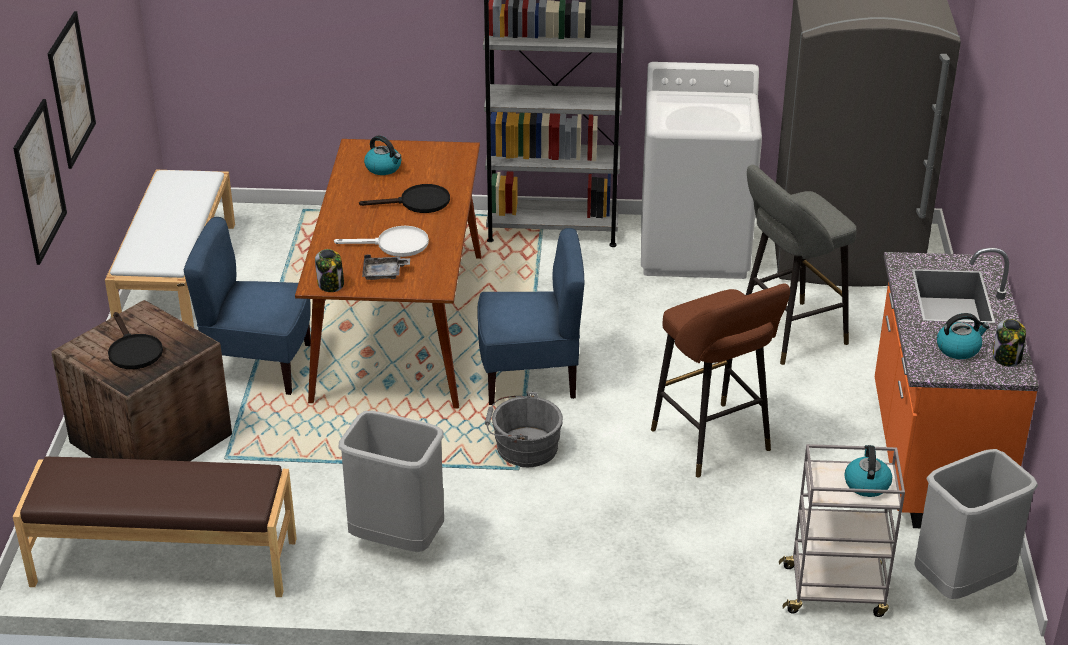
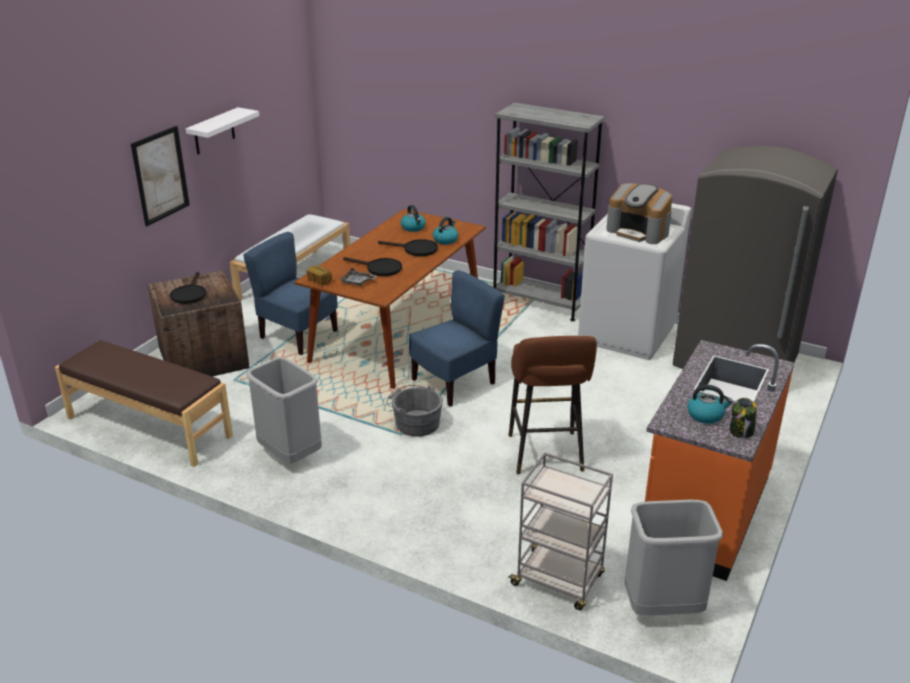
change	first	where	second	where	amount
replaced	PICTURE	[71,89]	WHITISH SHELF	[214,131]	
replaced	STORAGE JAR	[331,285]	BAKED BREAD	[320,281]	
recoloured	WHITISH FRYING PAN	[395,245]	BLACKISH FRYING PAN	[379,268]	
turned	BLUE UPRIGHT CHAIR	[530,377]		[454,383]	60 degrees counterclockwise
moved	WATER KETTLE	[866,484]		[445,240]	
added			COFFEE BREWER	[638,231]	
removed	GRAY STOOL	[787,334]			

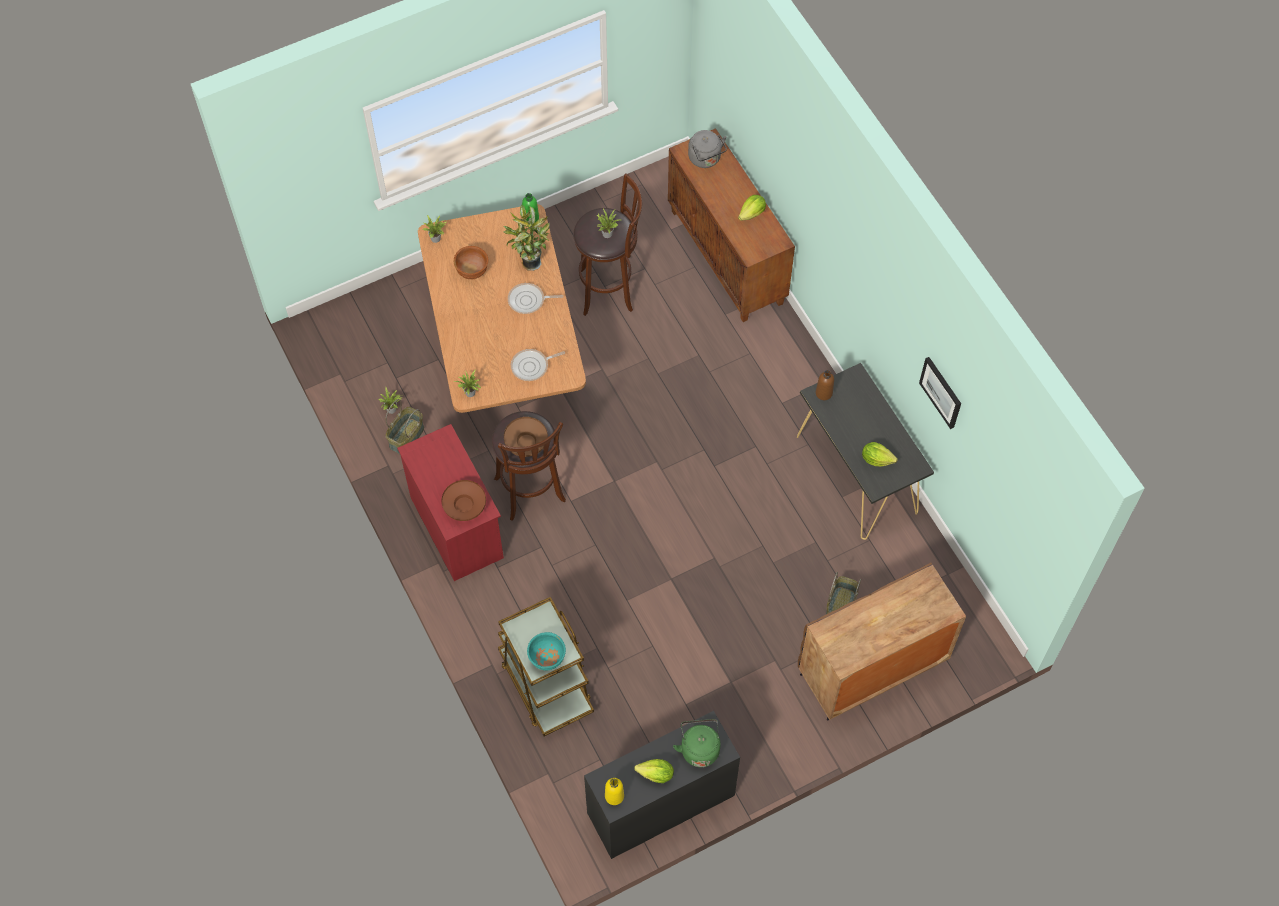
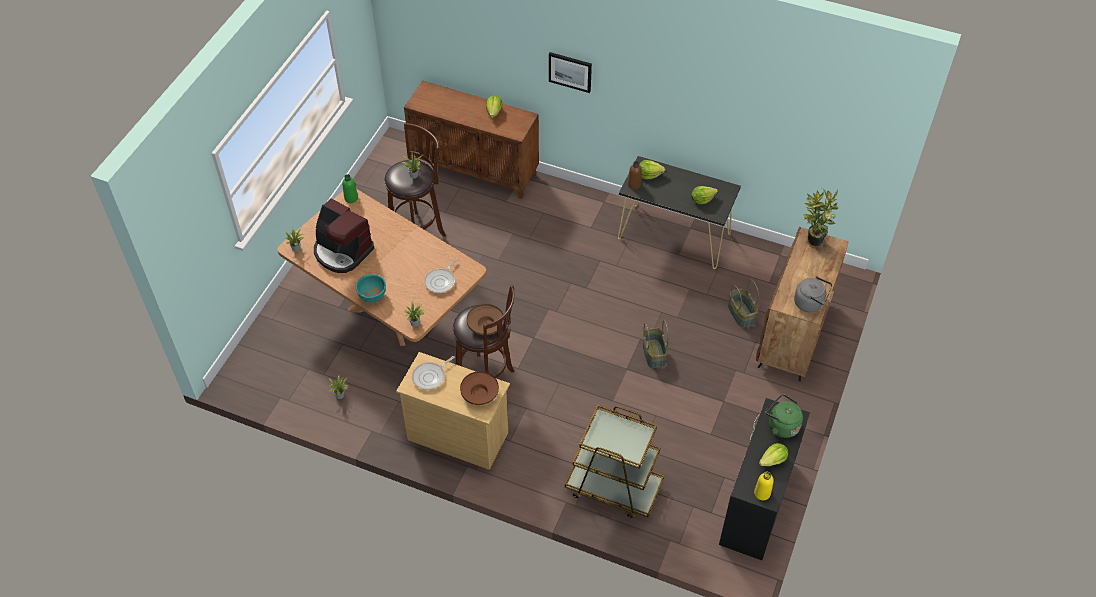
change	first	where	second	where	amount
replaced	BROWNISH BOWL	[472,271]	COFFEE BREWER	[342,252]	
moved	TURQUOISE BOWL	[546,658]		[372,296]	
recoloured	RED DRESSER	[456,527]	BEIGE-COLOURED DRESSER	[457,435]	
moved	FRYING PAN	[528,301]		[430,377]	
moved	PICTURE	[941,392]		[570,71]	
added			LETTUCE HEAD	[649,174]	
moved	STORAGE BASKET	[407,437]		[654,354]	
moved	GRAY WATER KETTLE	[706,159]		[810,303]	
moved	HOUSEPLANT	[529,262]		[812,242]	

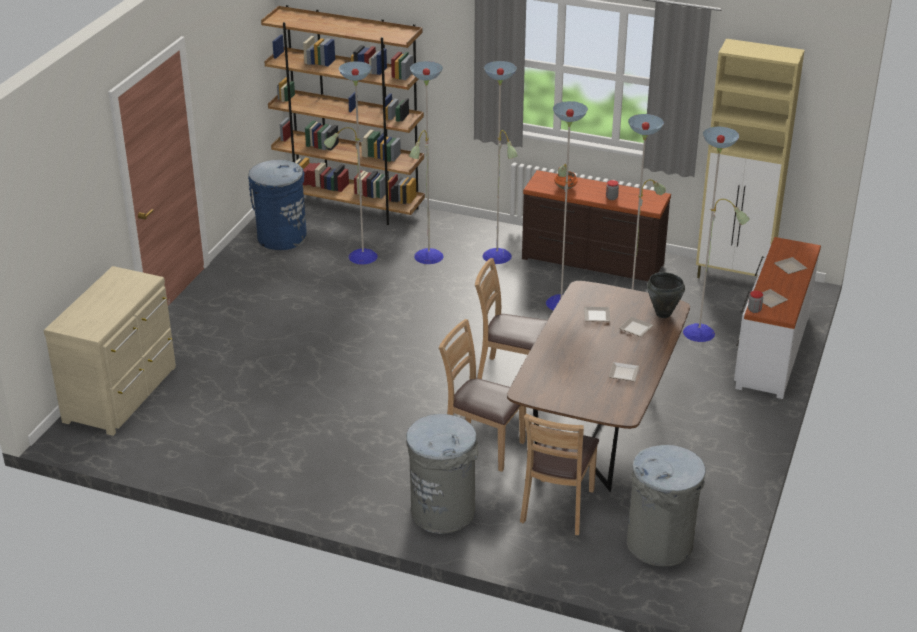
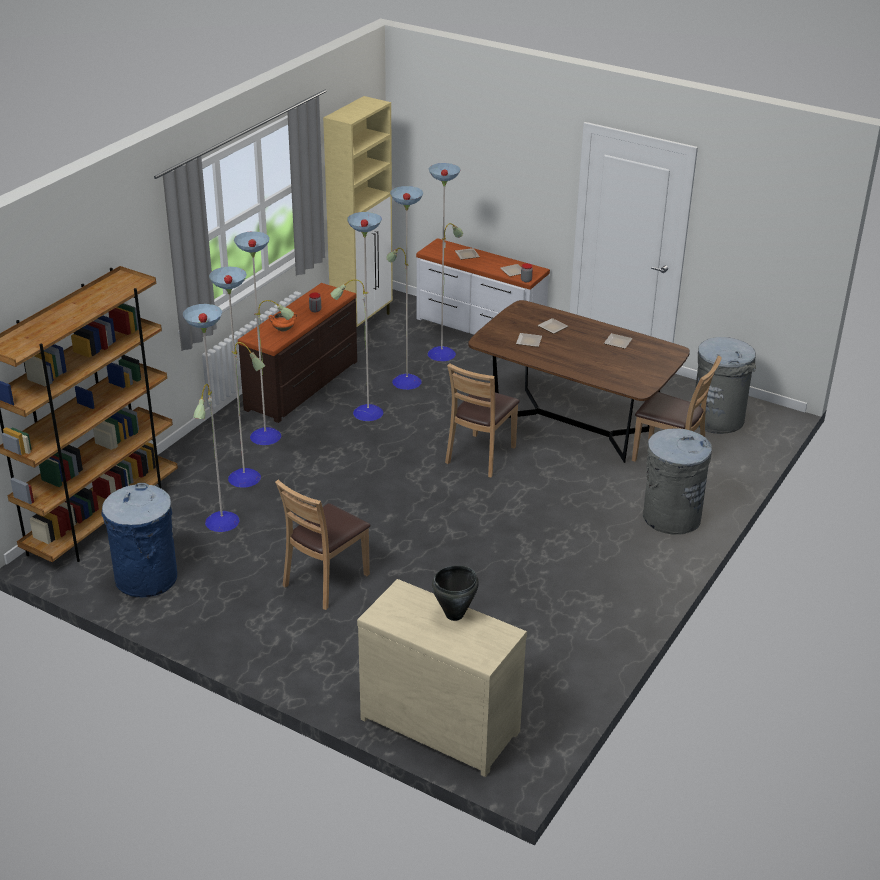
change	first	where	second	where	amount
moved	BROWNISH UPRIGHT CHAIR	[482,446]		[326,581]	
moved	BLACKISH SAUCEPOT	[663,314]		[455,615]	

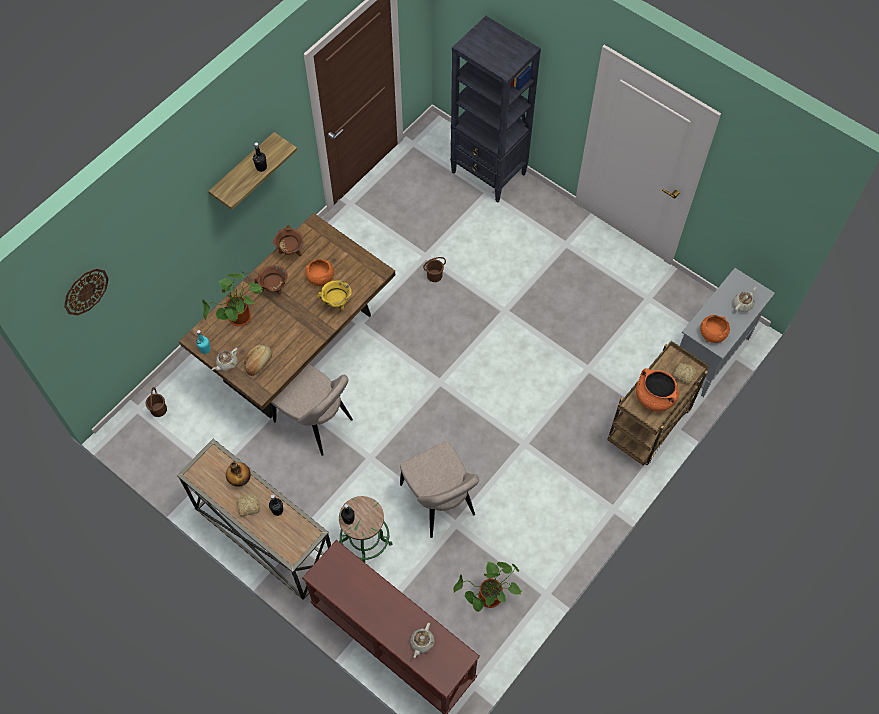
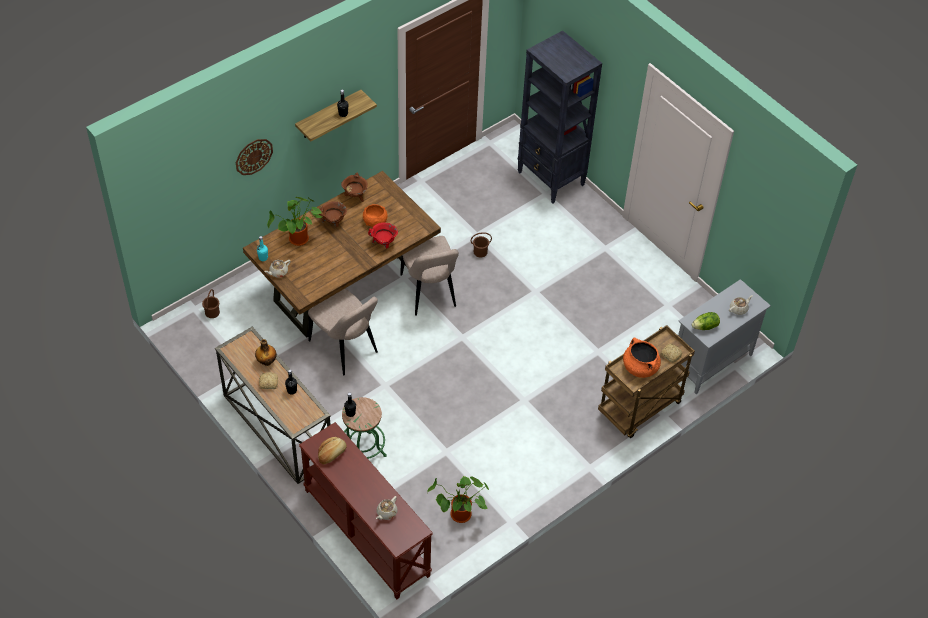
change	first	where	second	where	amount
moved	CLOCK ON THE WALL	[85,291]		[253,156]	
moved	BAKED BREAD	[259,363]		[332,454]	
recoloured	YELLOWISH SAUCEPOT	[337,303]	RED SAUCEPOT	[384,243]	
moved	BEIGE-COLOURED UPRIGHT CHAIR	[439,503]		[429,293]	
replaced	ORANGEY BOWL	[712,333]	LETTUCE HEAD	[705,327]	

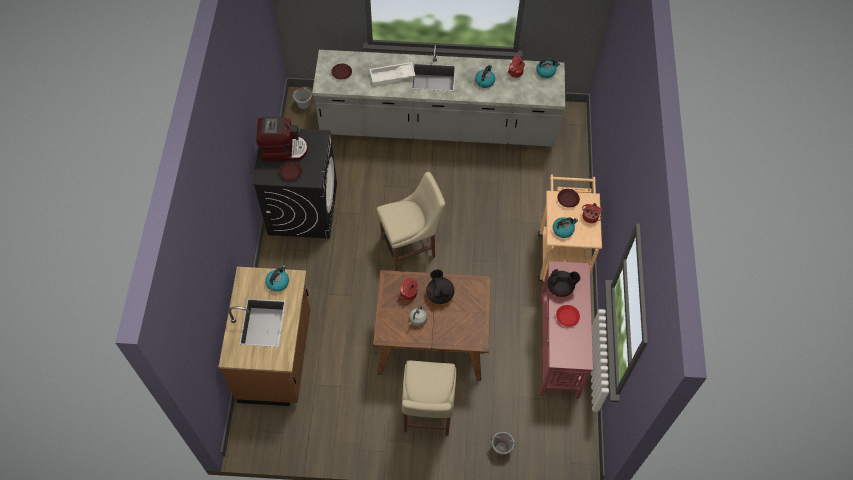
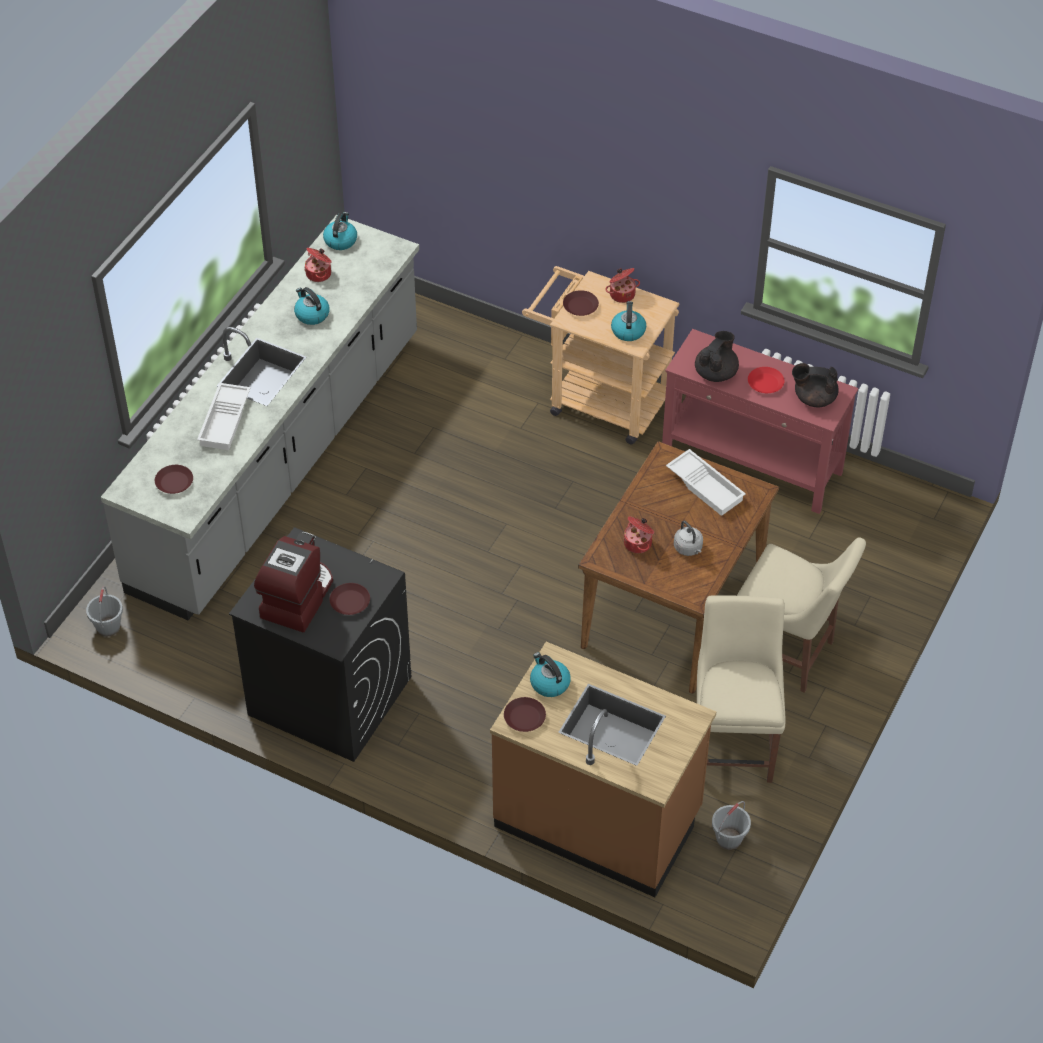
change	first	where	second	where	amount
added			BROWNISH PLATE	[524,717]	
added			WHITISH SERVING TRAY	[706,486]	
moved	BEIGE-COLOURED UPRIGHT CHAIR	[411,247]		[733,743]	
moved	GRAY PAIL	[501,448]		[729,839]	
moved	BLACKISH TEA POT	[439,294]		[814,398]	

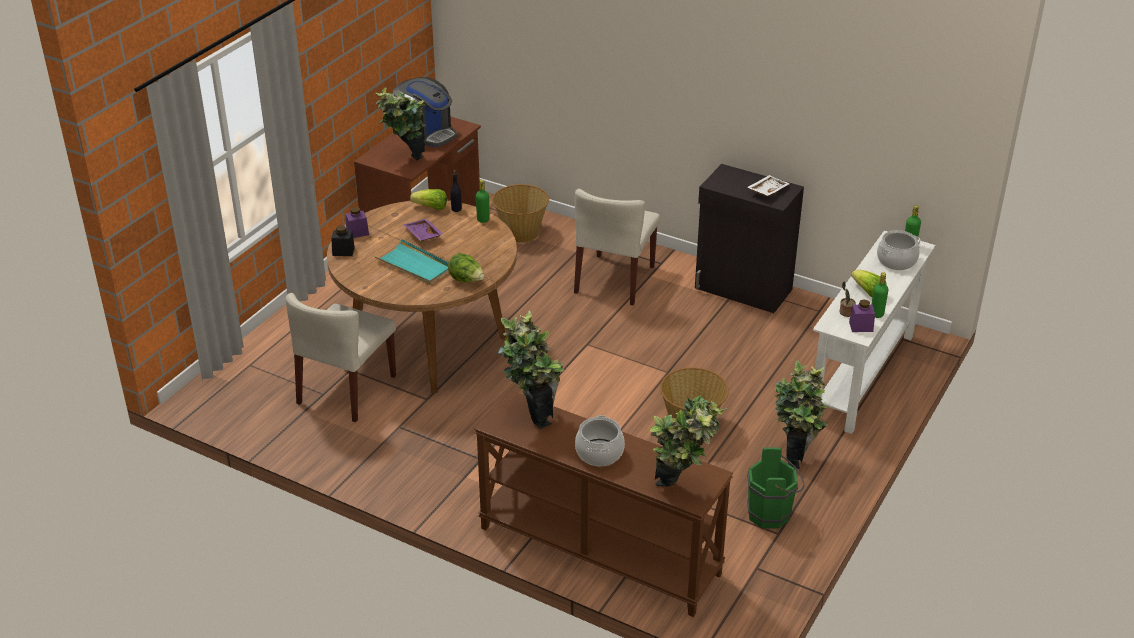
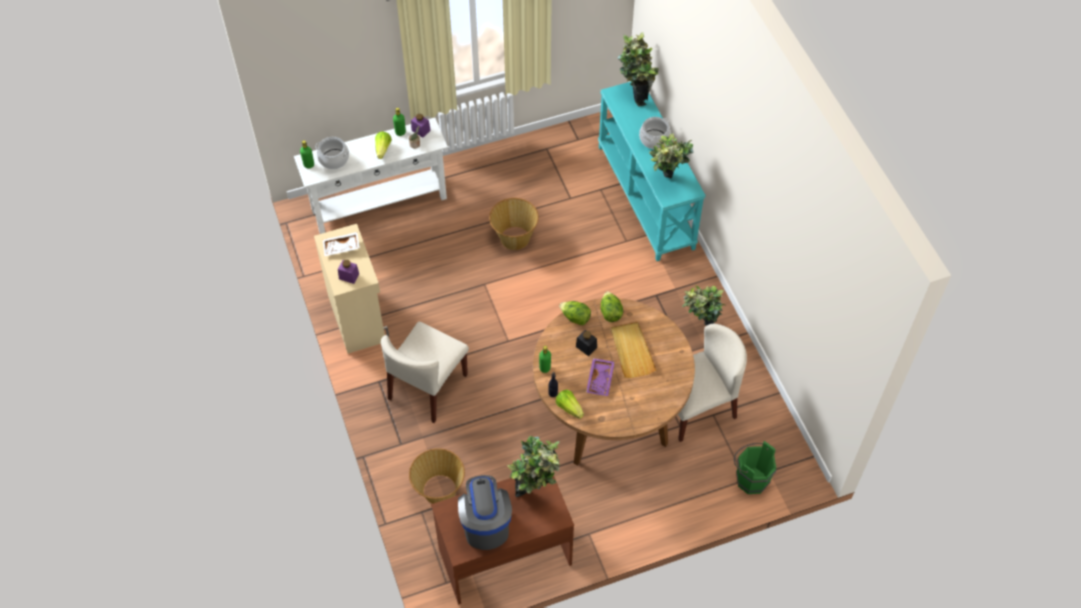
change	first	where	second	where	amount
recoloured	BLACKISH CABINET	[743,289]	BEIGE-COLOURED CABINET	[357,317]	
moved	PURPLISH STORAGE JAR	[357,232]		[349,276]	
turned	BEIGE-COLOURED UPRIGHT CHAIR	[615,280]		[428,387]	150 degrees clockwise
added			LETTUCE HEAD	[575,318]	
moved	BLACKISH STORAGE JAR	[343,251]		[586,347]	
recoloured	BROWNISH HALL TABLE	[597,551]	TURQUOISE HALL TABLE	[646,197]	
recoloured	TURQUOISE SERVING TRAY	[415,265]	BEIGE-COLOURED SERVING TRAY	[631,351]	
moved	HOUSEPLANT	[796,454]		[699,329]	
moved	GREEN-COLOURED PAIL	[772,514]		[749,478]	

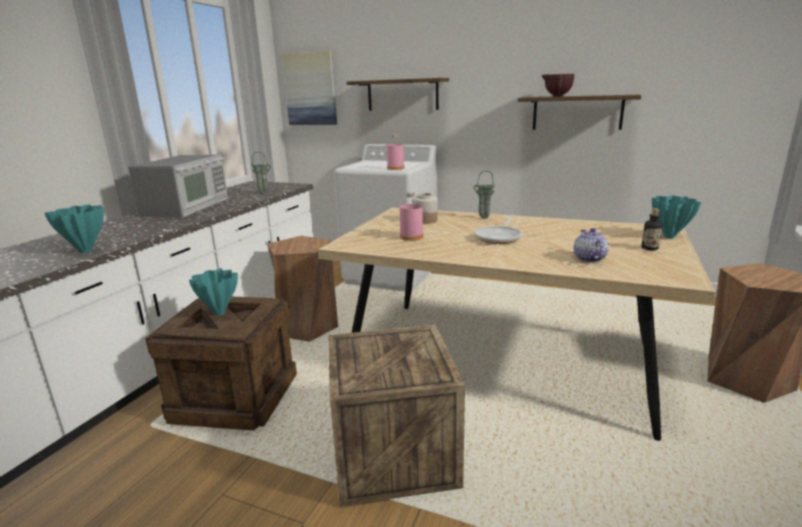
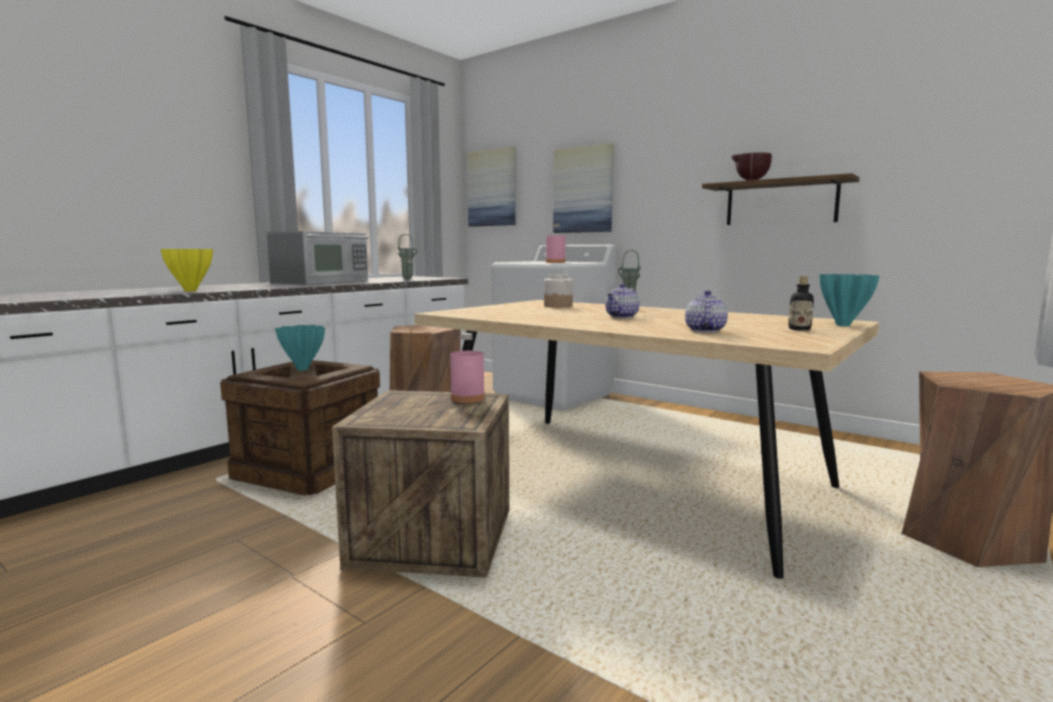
change	first	where	second	where	amount
recoloured	TURQUOISE DECORATIVE VASE	[86,251]	YELLOWISH DECORATIVE VASE	[191,291]	
moved	PINK BEVERAGE BOTTLE	[411,237]		[467,398]	
replaced	SHELF	[402,95]	PICTURE	[583,190]	
replaced	FRYING PAN	[499,237]	TEA POT	[622,316]	

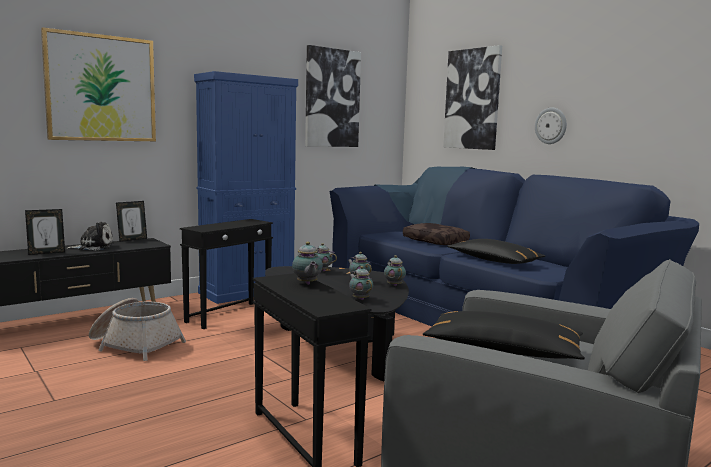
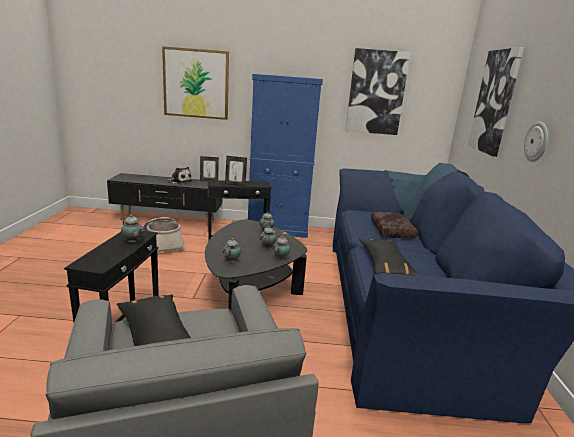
change	first	where	second	where	amount
turned	TEA POT	[307,284]		[133,242]	75 degrees counterclockwise
moved	PHOTO FRAME	[46,253]		[235,184]	

